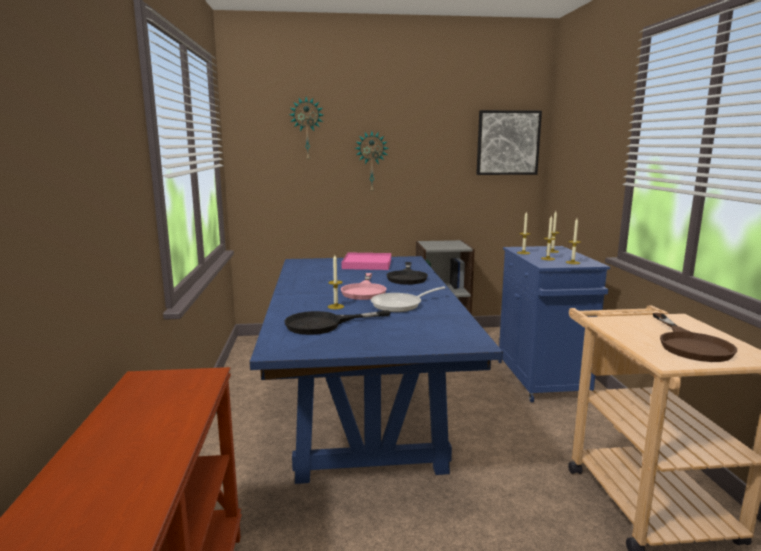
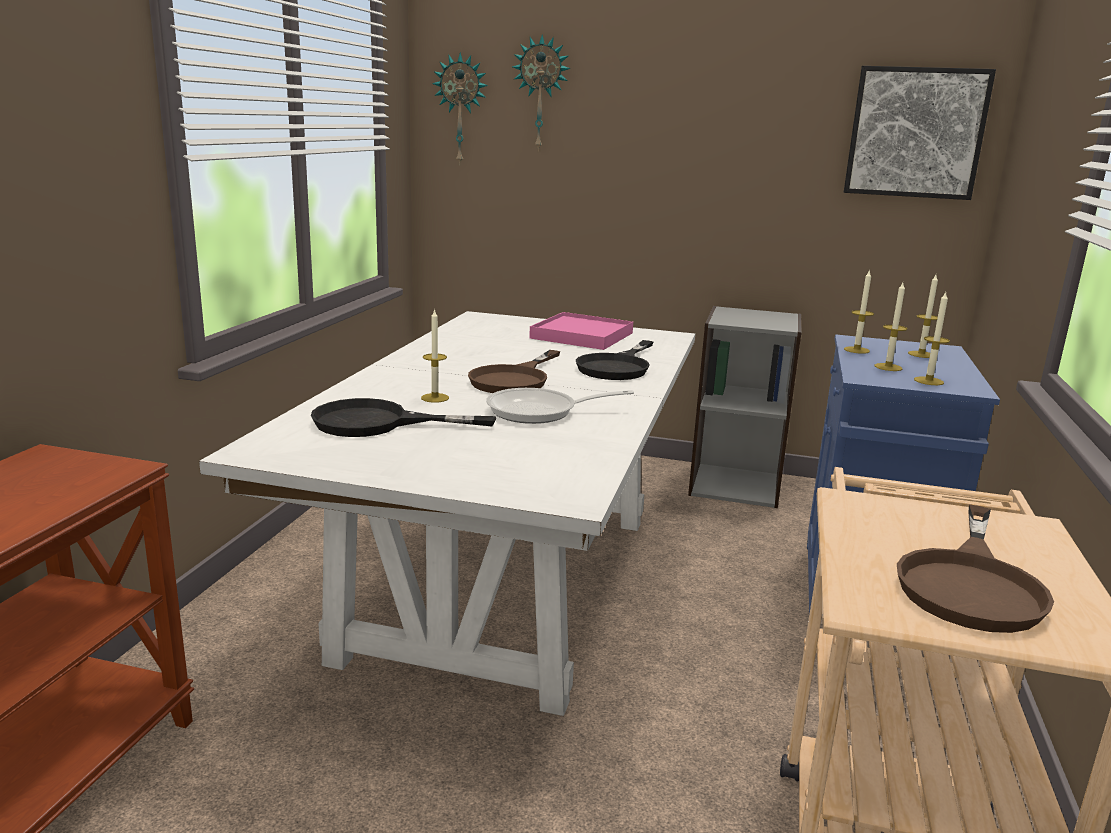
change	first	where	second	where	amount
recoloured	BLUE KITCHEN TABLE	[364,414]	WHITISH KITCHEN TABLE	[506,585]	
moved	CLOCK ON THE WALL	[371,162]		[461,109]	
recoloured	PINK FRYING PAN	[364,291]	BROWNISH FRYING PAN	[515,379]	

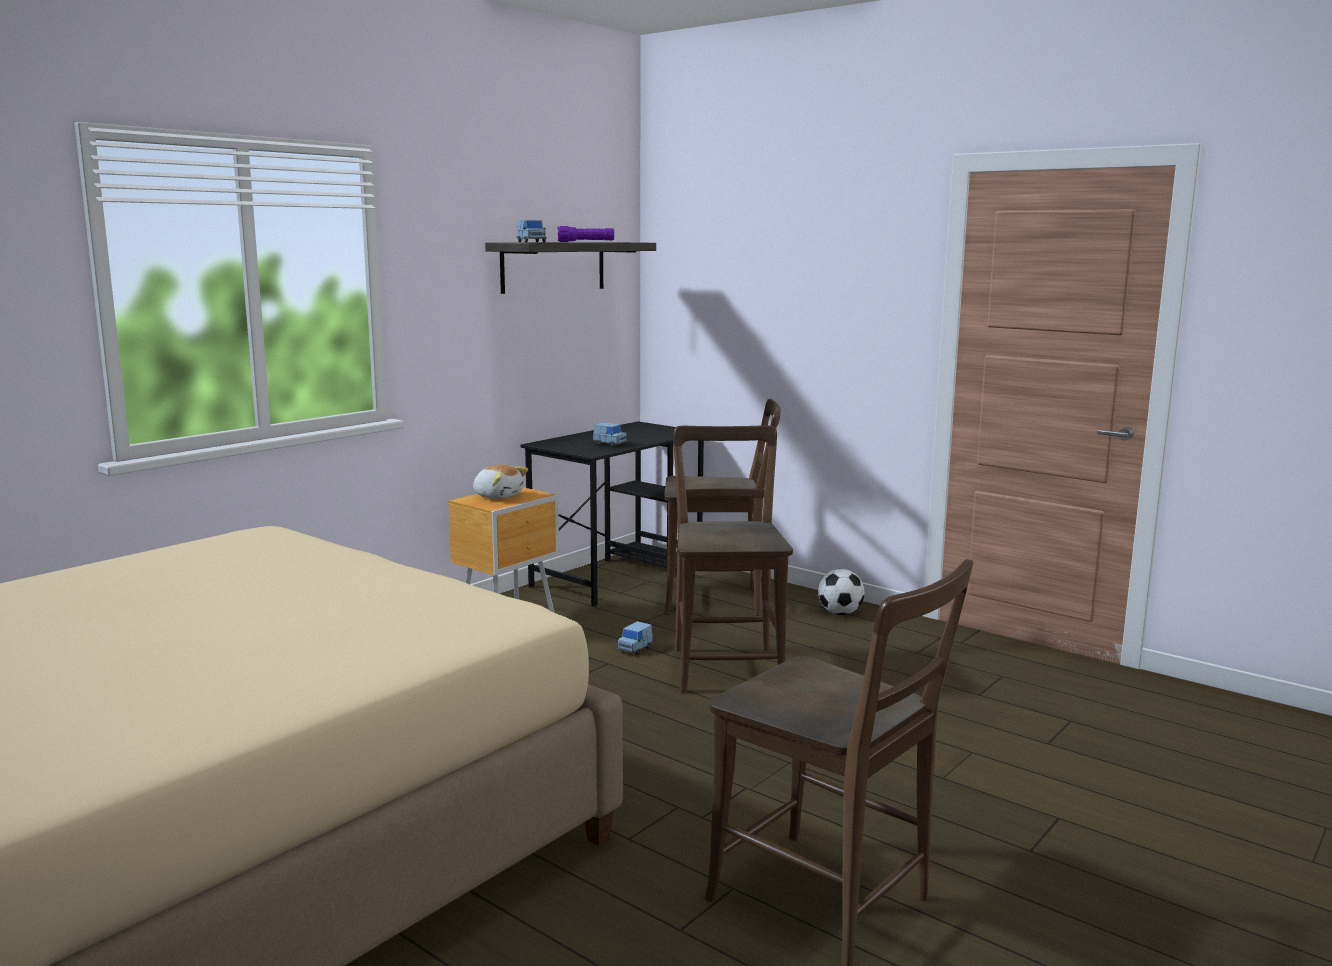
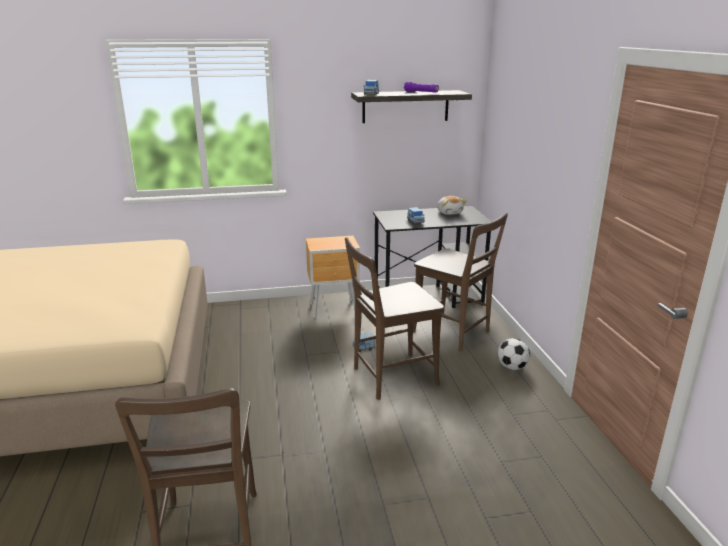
change	first	where	second	where	amount
turned	BROWNISH UPRIGHT CHAIR	[726,665]		[390,377]	150 degrees counterclockwise
moved	PLUSH TOY	[498,496]		[449,212]	

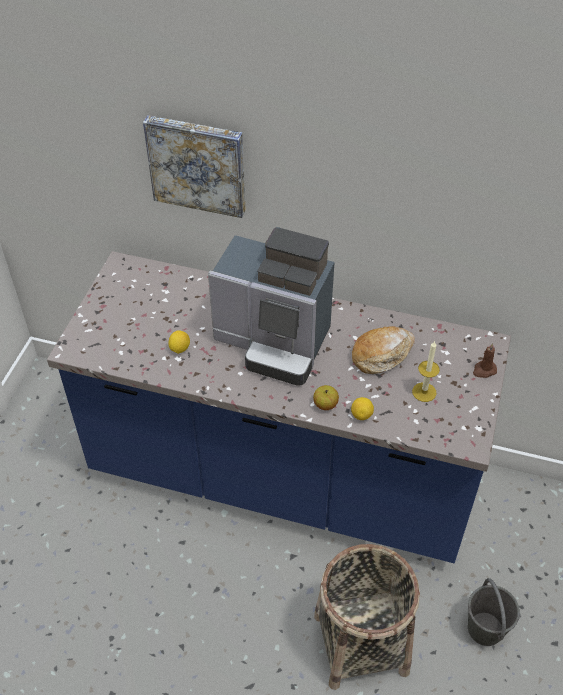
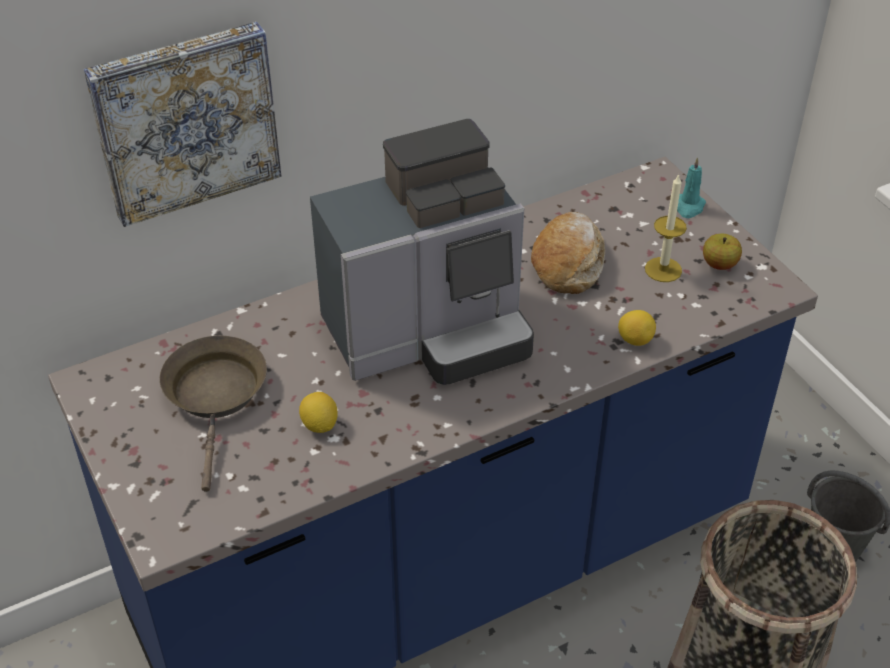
change	first	where	second	where	amount
added			BROWNISH FRYING PAN	[216,397]	
recoloured	BROWNISH WAX LIGHT	[484,370]	TURQUOISE WAX LIGHT	[689,207]	
moved	APPLE FRUIT	[325,404]		[719,264]	

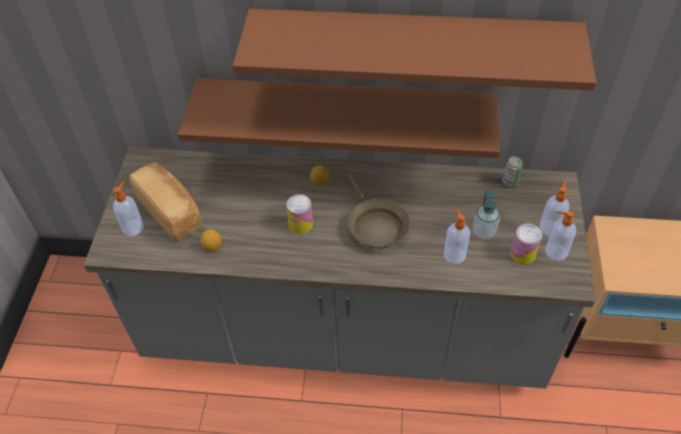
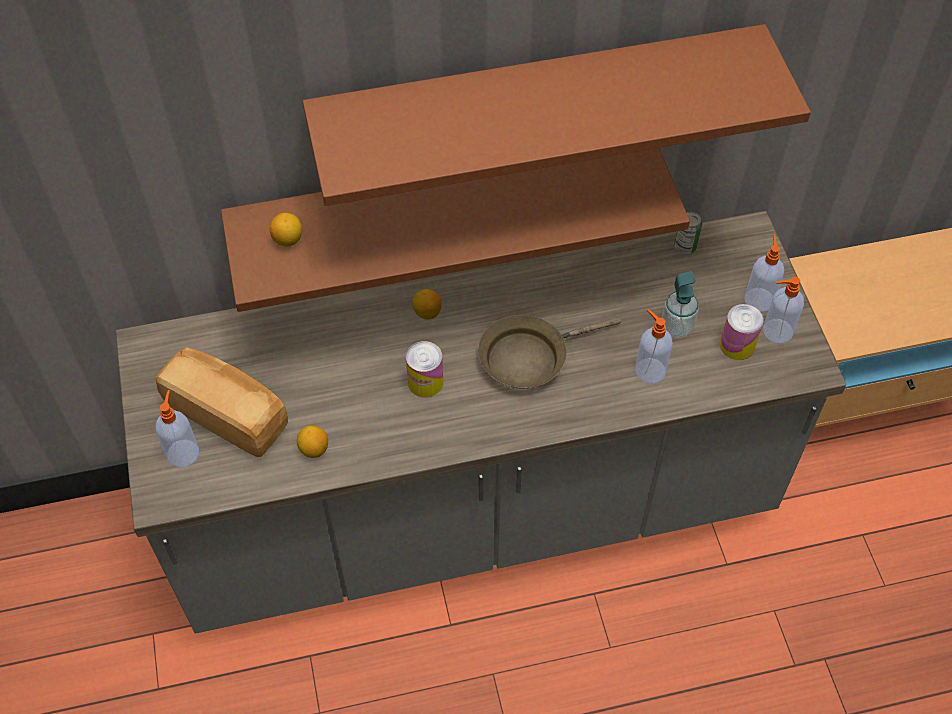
change	first	where	second	where	amount
added			WHOLE LEMON	[288,240]	
turned	BROWNISH FRYING PAN	[375,225]		[529,357]	105 degrees clockwise

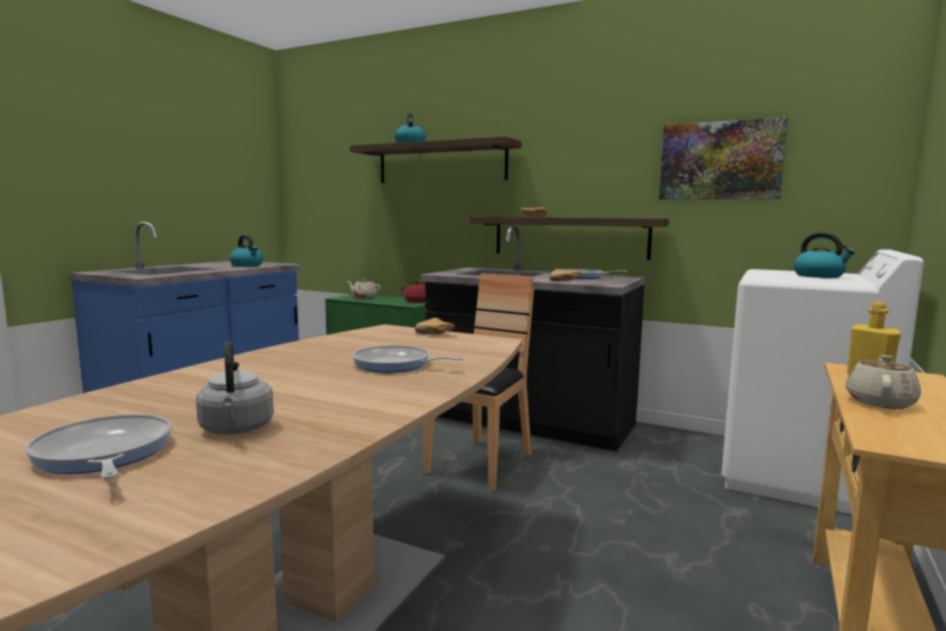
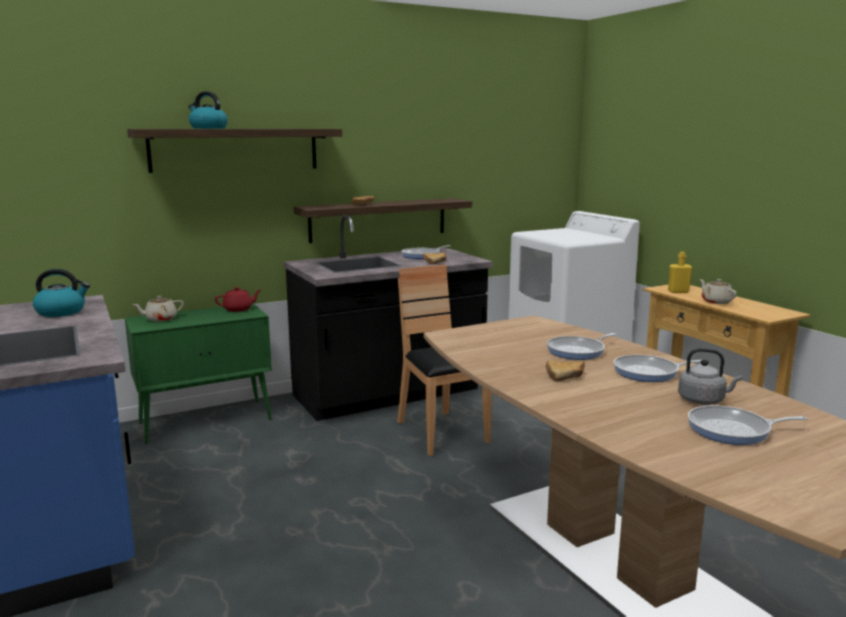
change	first	where	second	where	amount
moved	BAKED BREAD	[436,334]		[567,376]	
added			FRYING PAN	[649,372]	
removed	PICTURE	[720,161]			
removed	WATER KETTLE	[819,276]			

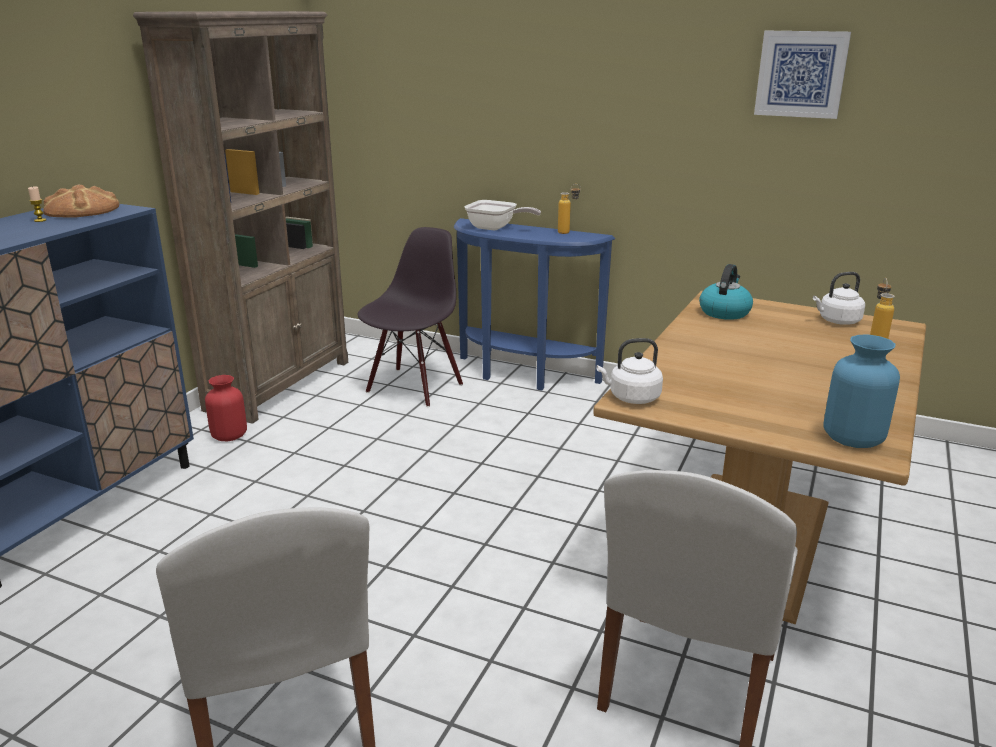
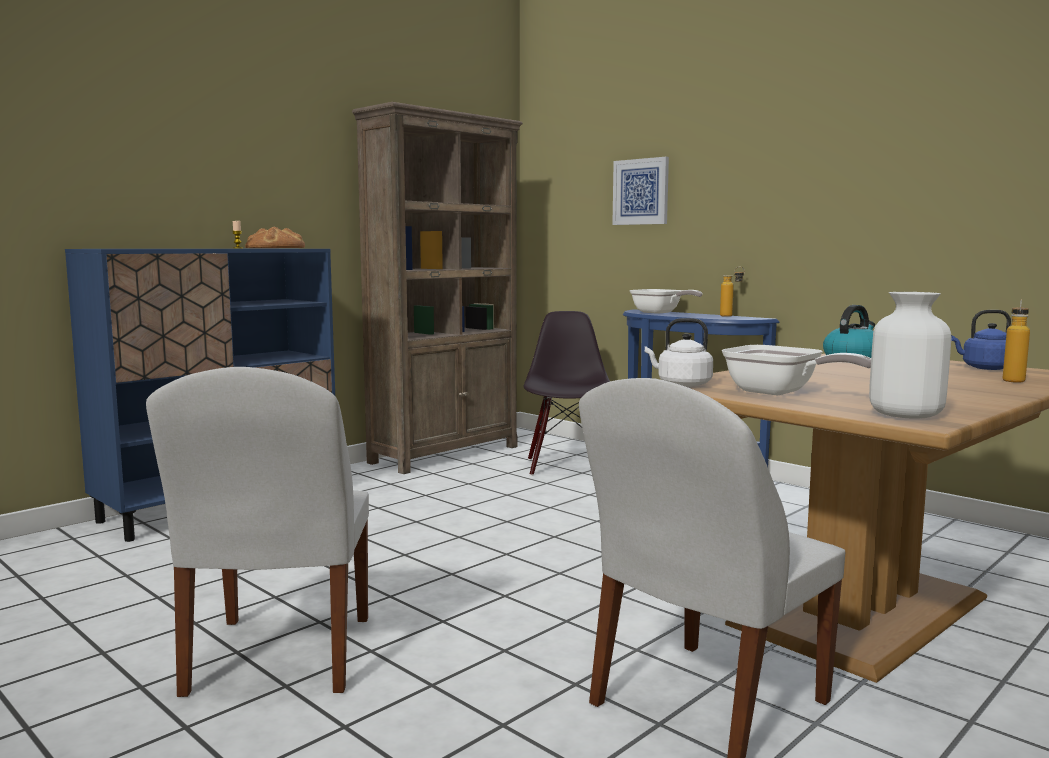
change	first	where	second	where	amount
turned	BLACKISH UPRIGHT CHAIR	[414,387]		[567,467]	45 degrees counterclockwise
moved	PICTURE	[801,74]		[641,192]	
added			FRYING PAN	[779,393]	
recoloured	BLUE DECORATIVE VASE	[853,439]	WHITISH DECORATIVE VASE	[905,414]	
recoloured	WHITISH WATER KETTLE	[837,321]	BLUE WATER KETTLE	[985,368]	
removed	RED DECORATIVE VASE	[229,436]			

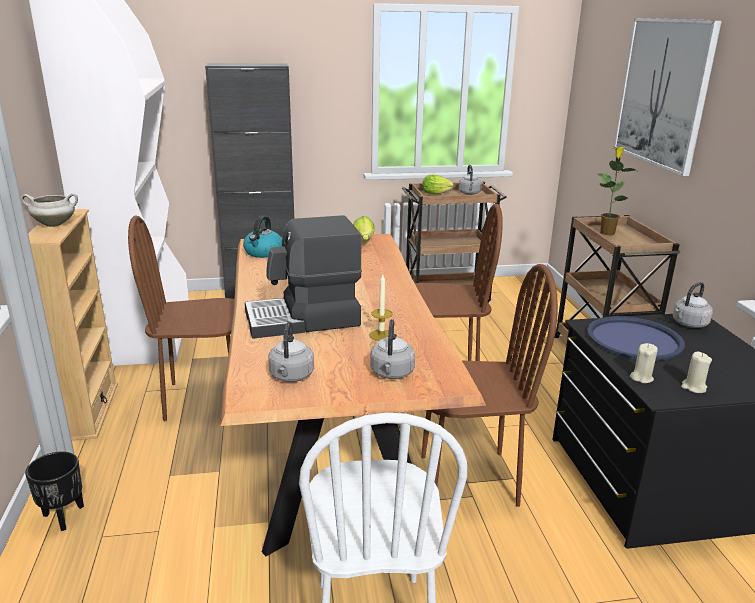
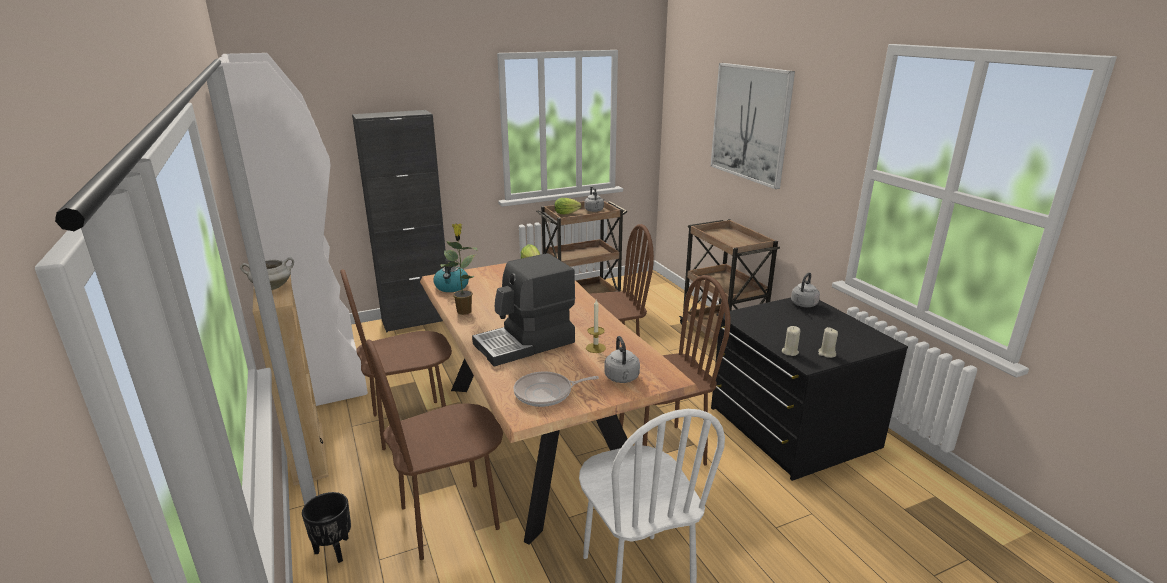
change	first	where	second	where	amount
added			BROWNISH UPRIGHT CHAIR	[449,518]	
moved	HOUSEPLANT	[607,232]		[464,311]	
replaced	GRAY WATER KETTLE	[291,376]	FRYING PAN	[546,393]	
removed	BLUE SERVING TRAY	[634,339]			

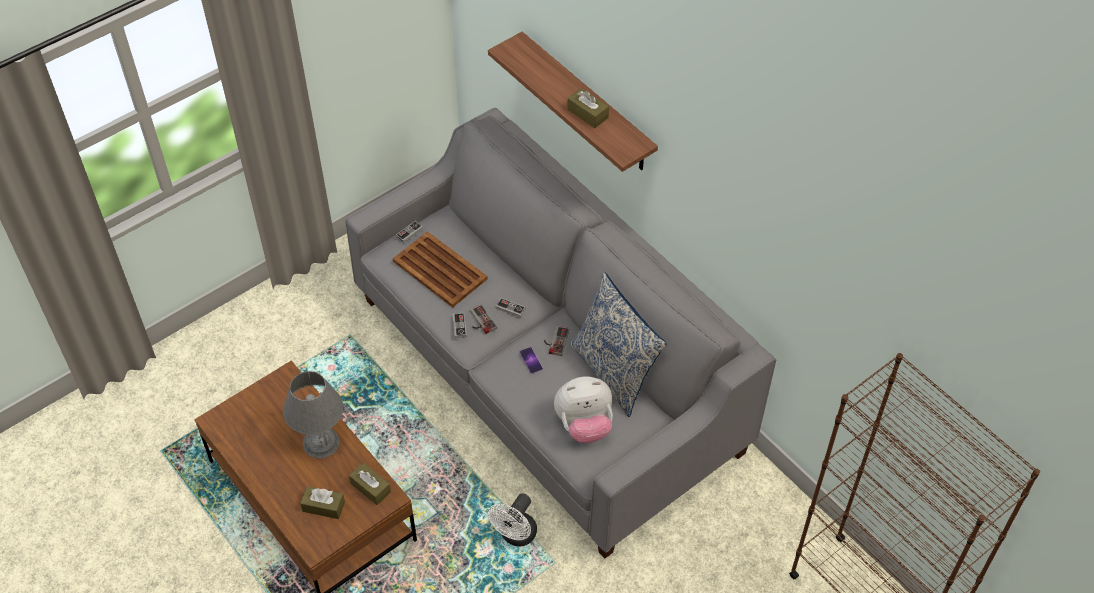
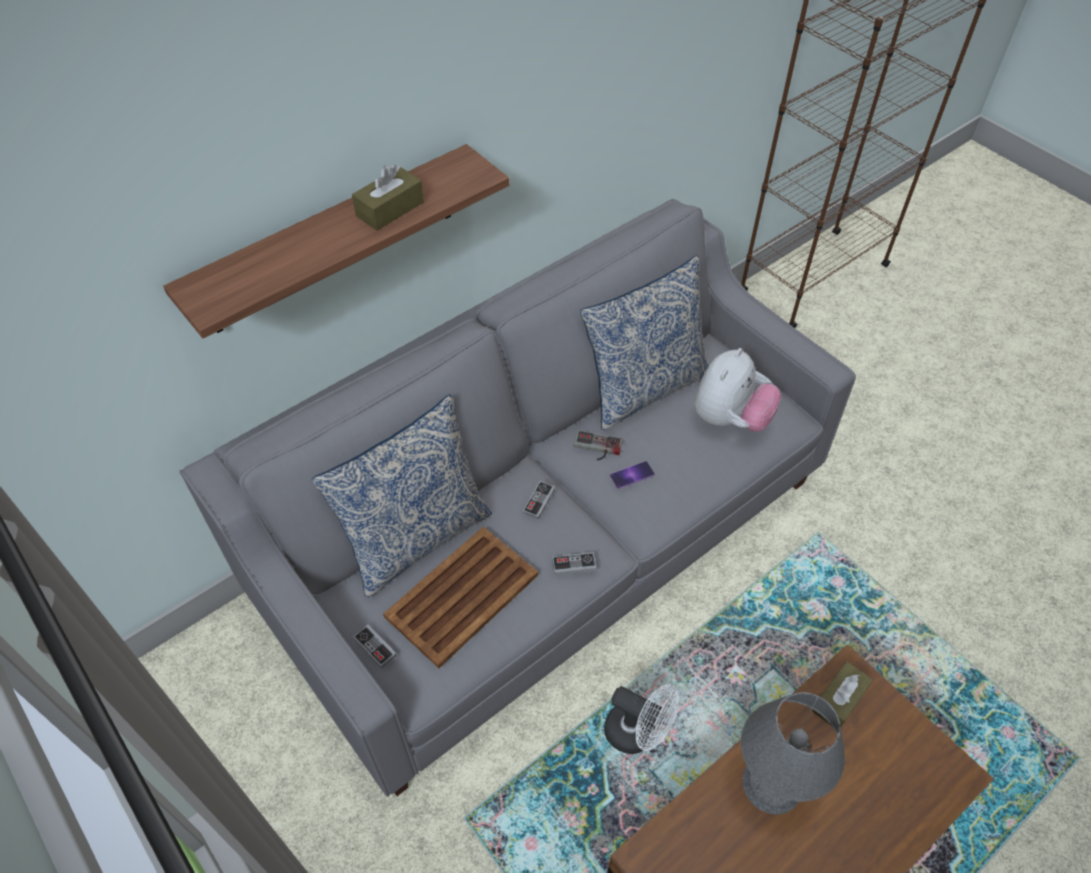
change	first	where	second	where	amount
added			PILLOW	[416,537]	
moved	WHITISH ELECTRIC FAN	[515,536]		[637,734]	
turned	PLUSH TOY	[584,425]		[730,419]	45 degrees clockwise
removed	BROWNISH TISSUE BOX	[323,506]			
removed	JOYPAD	[480,321]			

